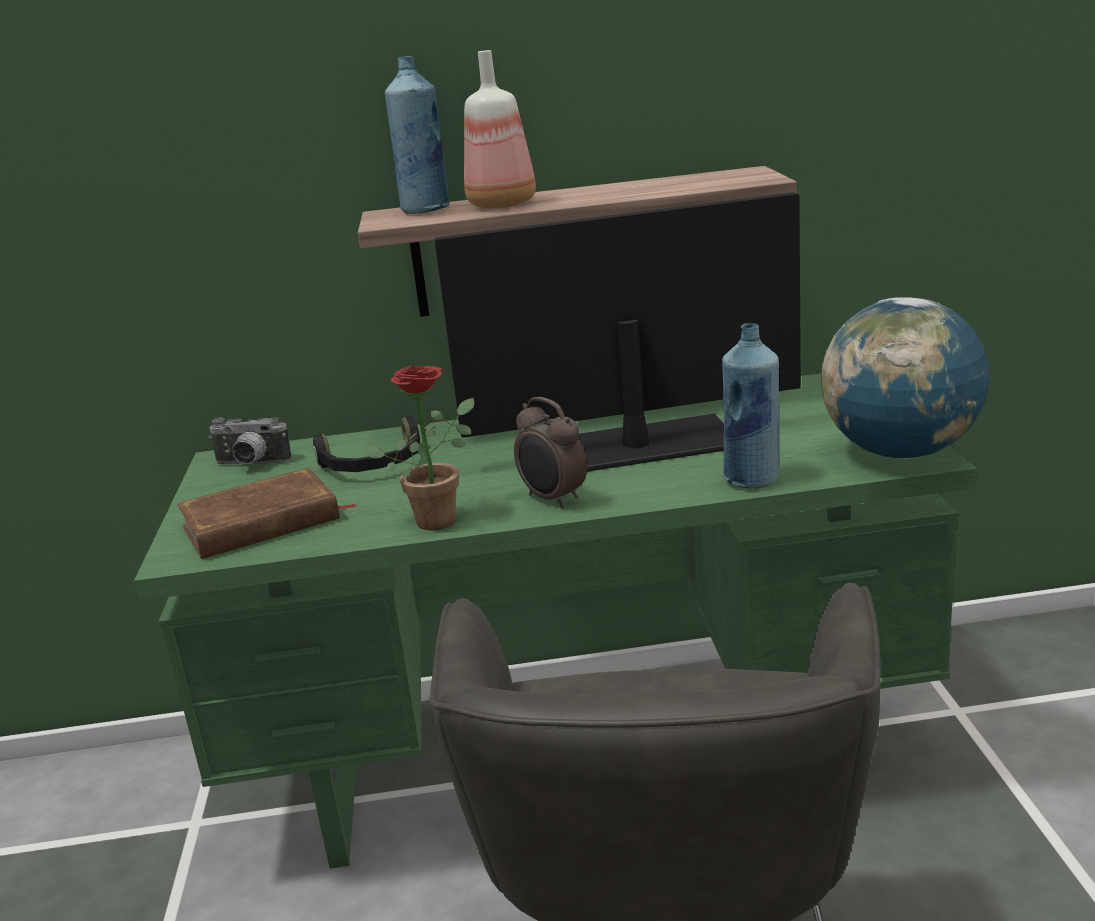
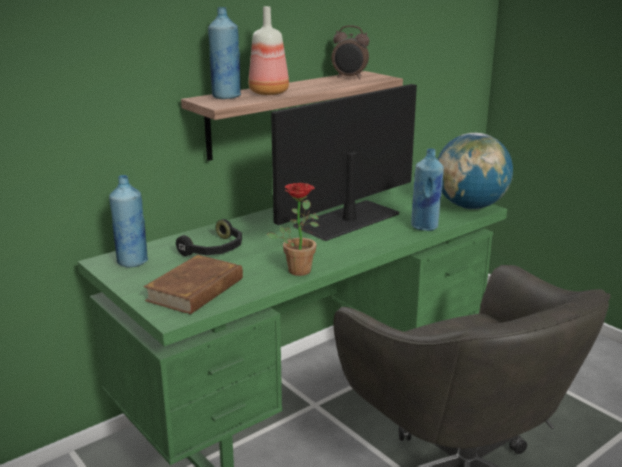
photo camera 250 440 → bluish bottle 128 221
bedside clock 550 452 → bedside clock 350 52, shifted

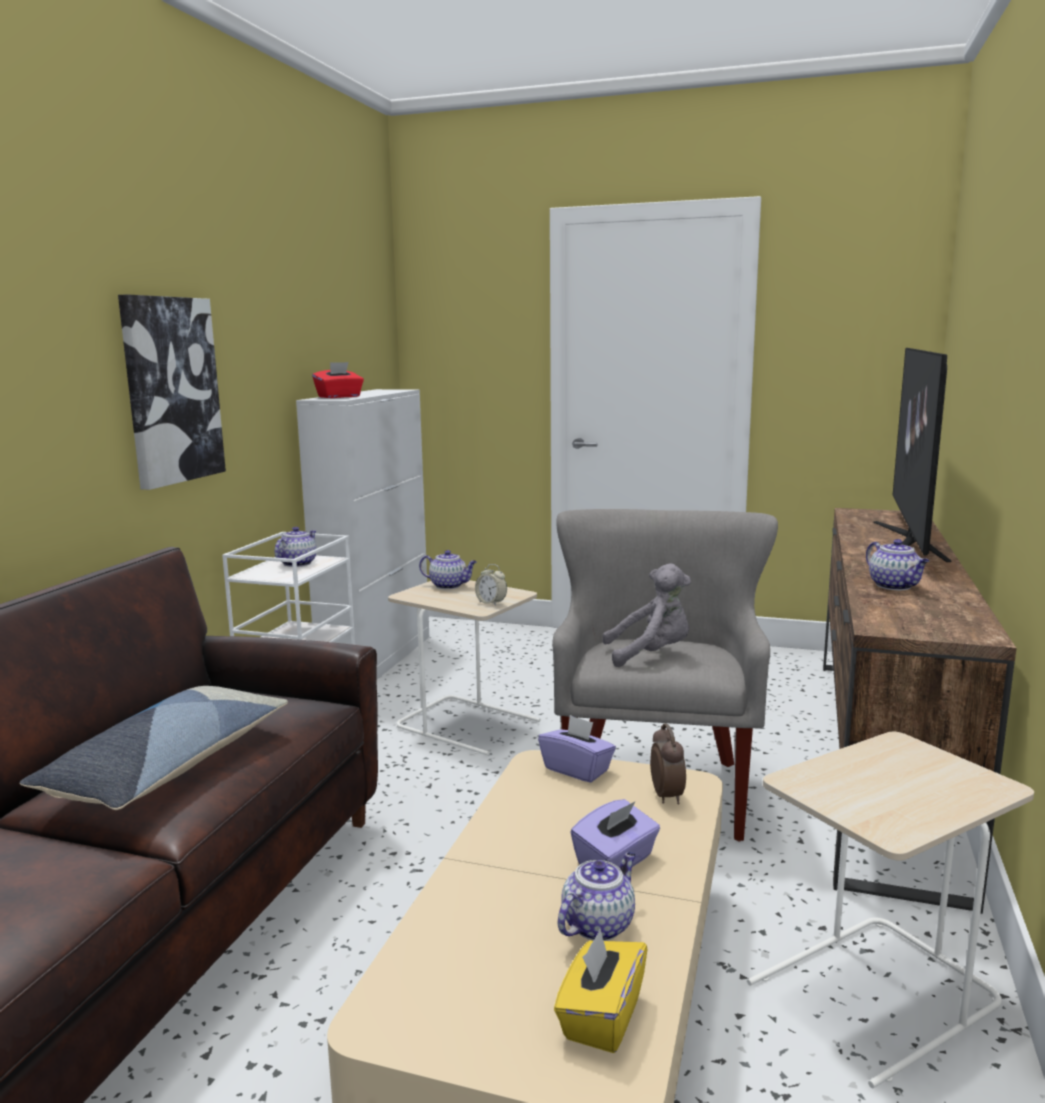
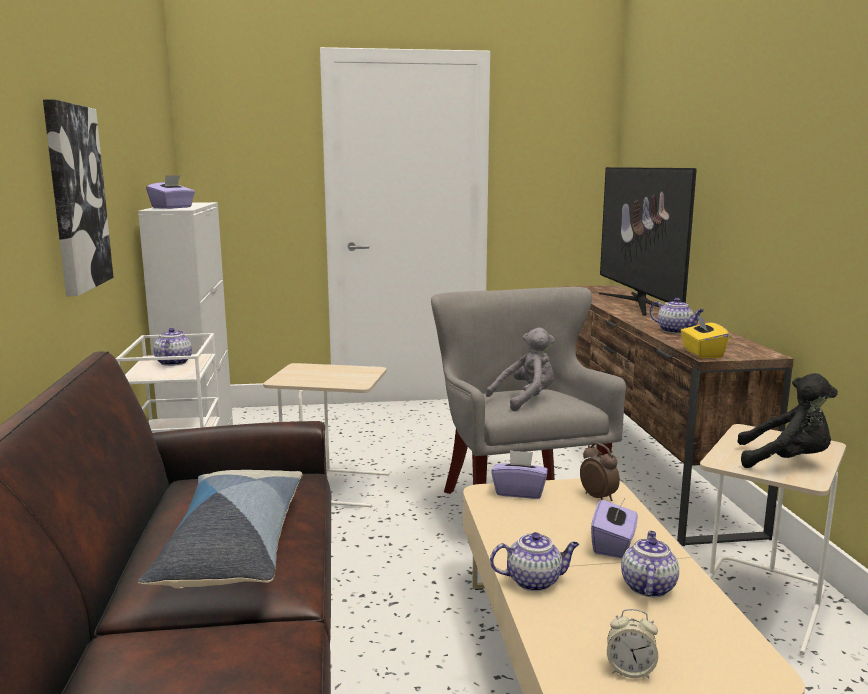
reddish tissue box 338 380 → purple-coloured tissue box 170 192
tea pot 448 569 → tea pot 534 561, shifted
bedside clock 491 585 → bedside clock 632 644, shifted
yellowish tissue box 600 991 → yellowish tissue box 705 336, shifted
- → black soft toy 787 420

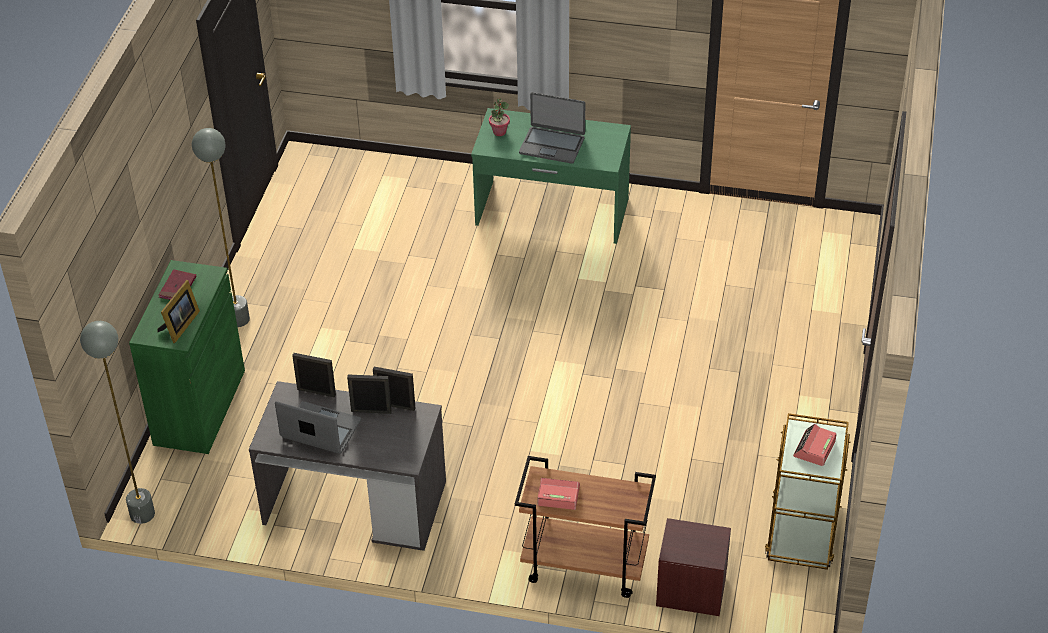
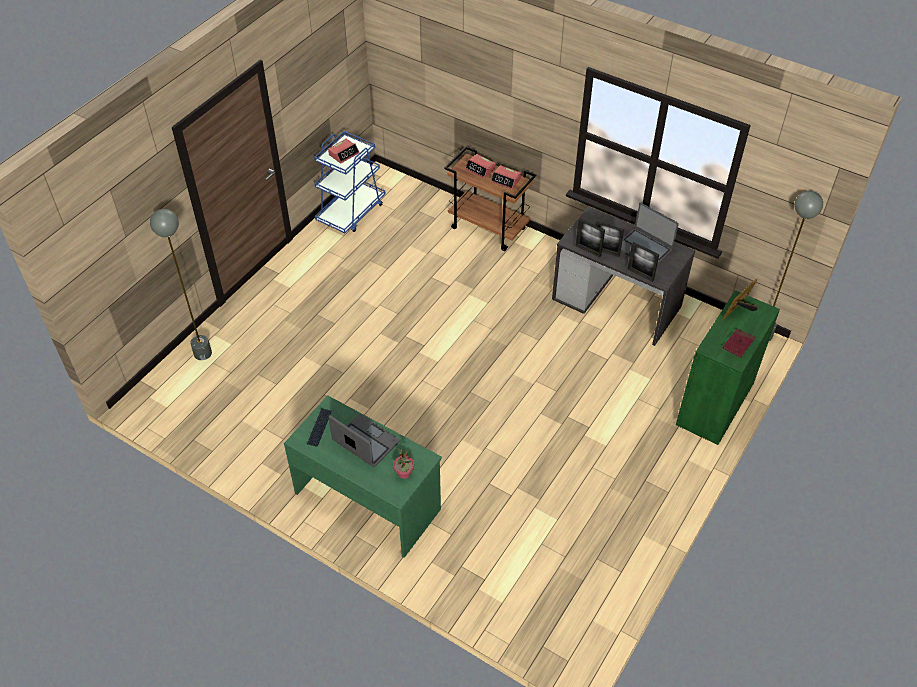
greyish standard lamp 221 227 → greyish standard lamp 181 284, shifted
- → keyboard 319 427
brownish cart 808 491 → bluish cart 349 182
- → bedside clock 480 166
brownish nightstand 693 567 → -

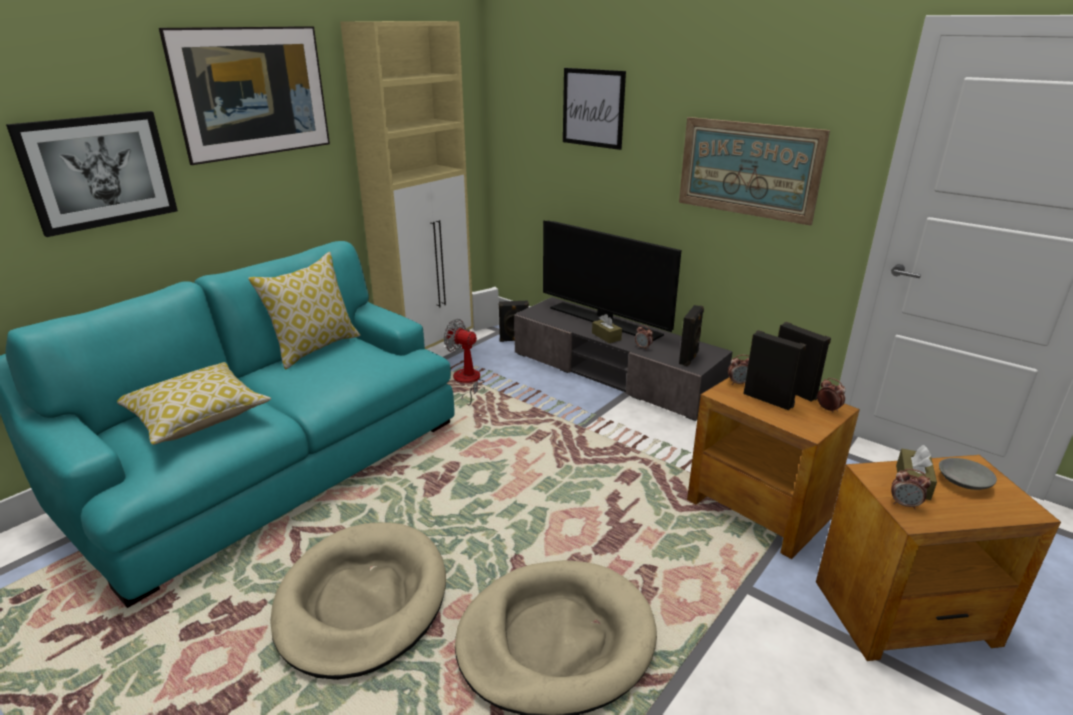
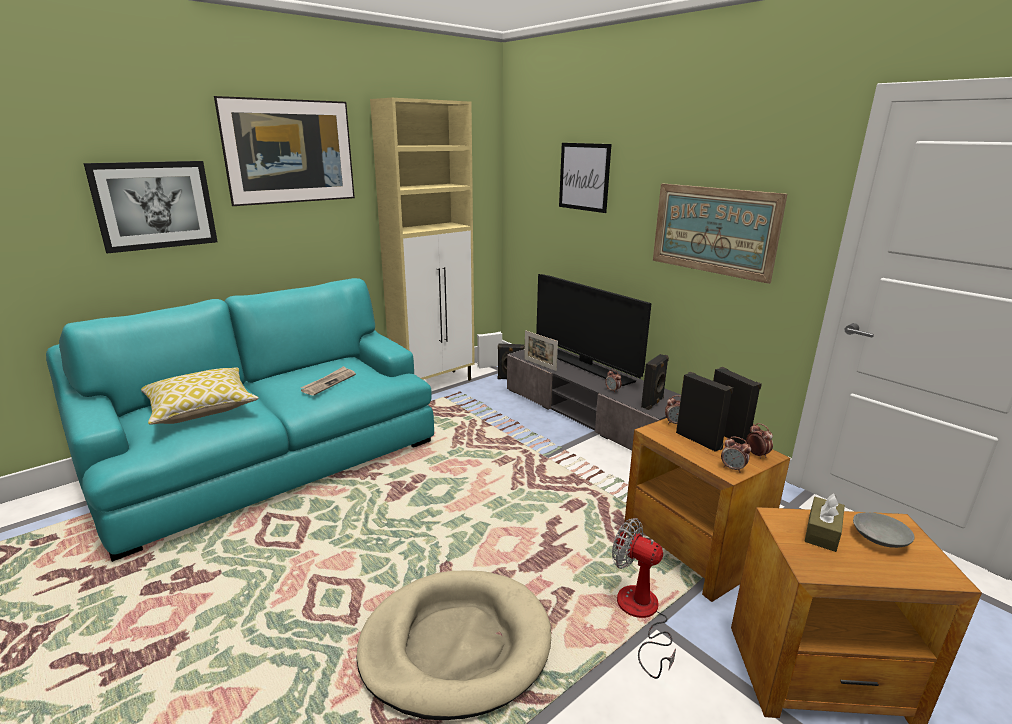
- → newspaper 328 381
- → photo frame 541 350
electric fan 464 362 → electric fan 644 598, shifted
bedside clock 911 489 → bedside clock 736 454, shifted
pillow 304 311 → -
beige dog bed 358 601 → -
brownish tissue box 607 328 → -

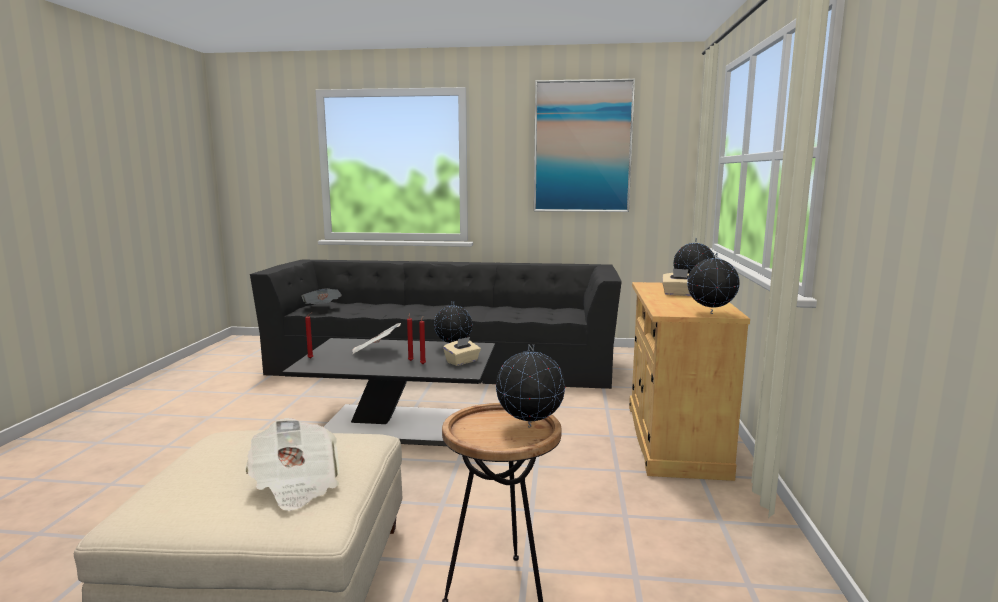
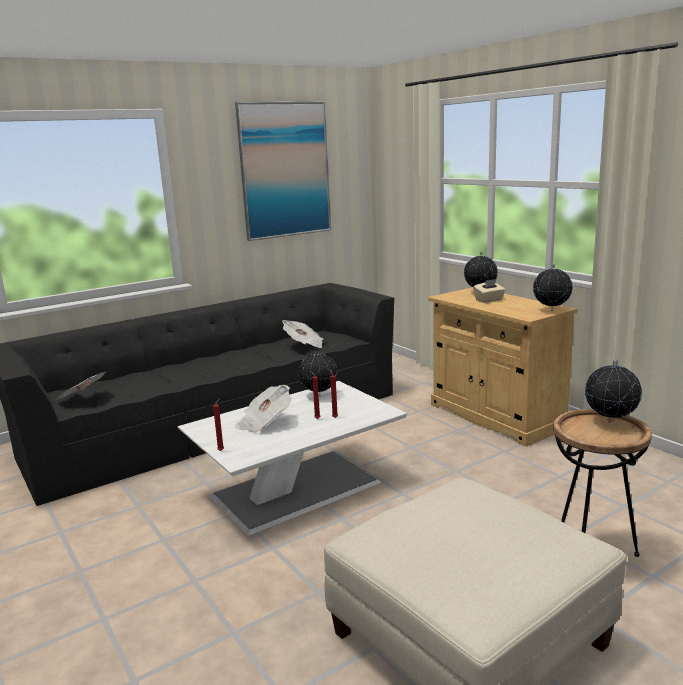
black coffee table 388 392 → whitish coffee table 292 458
newspaper 292 464 → newspaper 302 334, shifted
beige tissue box 462 351 → -

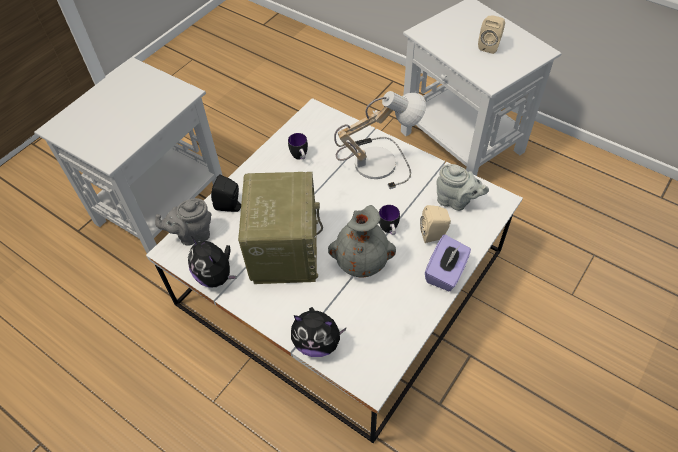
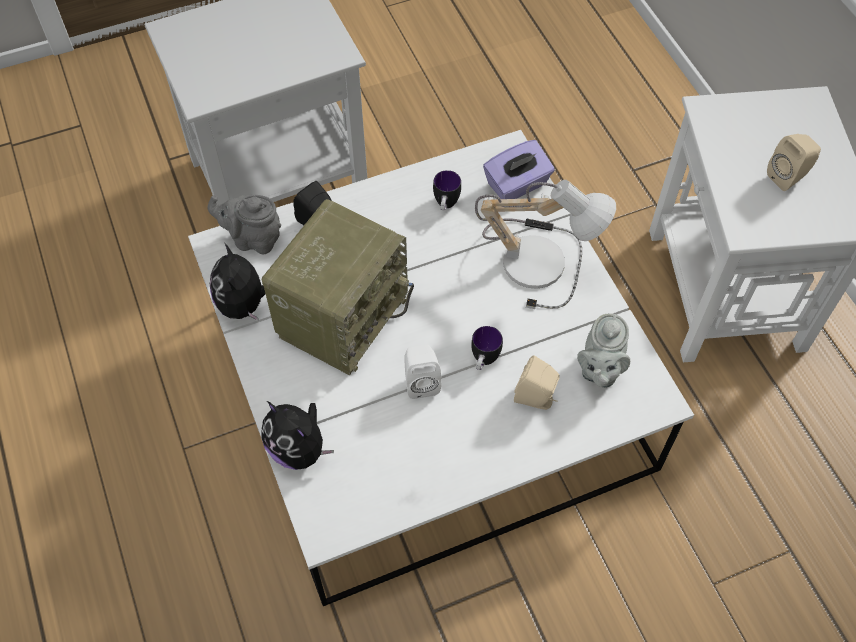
greyish decorative vase 362 241 → whitish audio speaker 422 372
purple-coloured tissue box 448 262 → purple-coloured tissue box 519 169, shifted
greyish tea pot 462 187 → greyish tea pot 603 351, 45 degrees clockwise

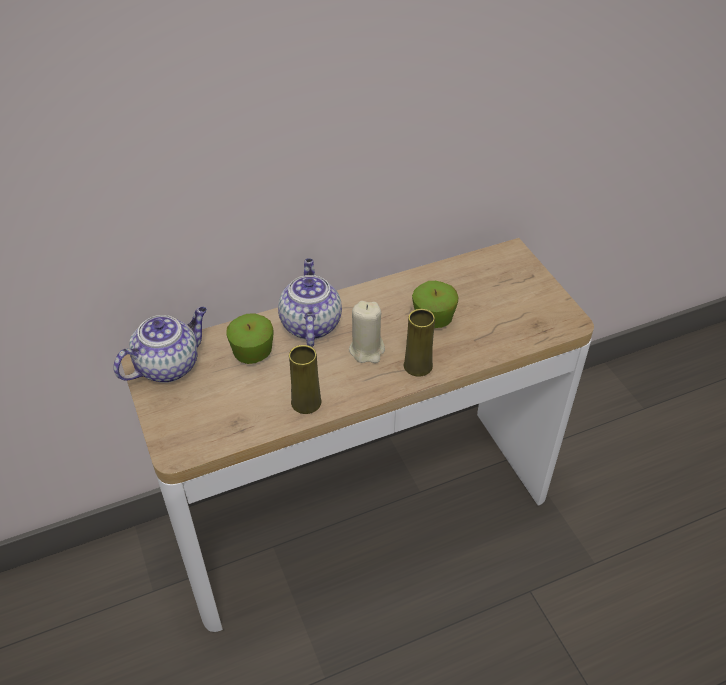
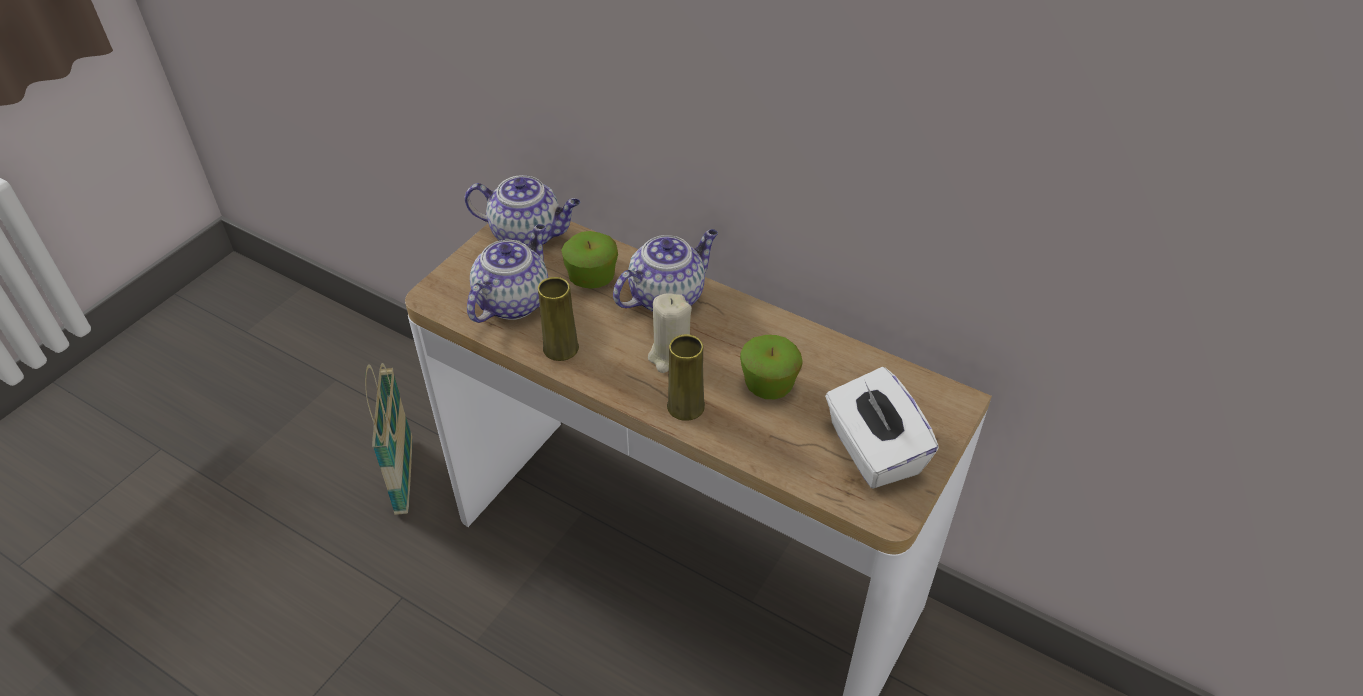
- → household basket 388 439
- → tea pot 507 273
- → whitish tissue box 882 428

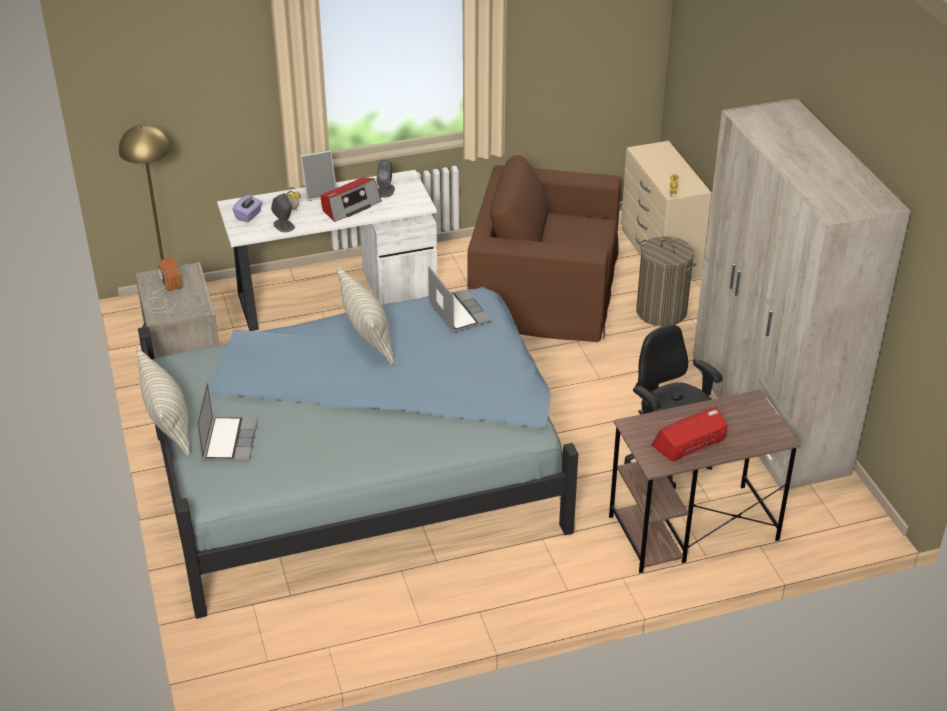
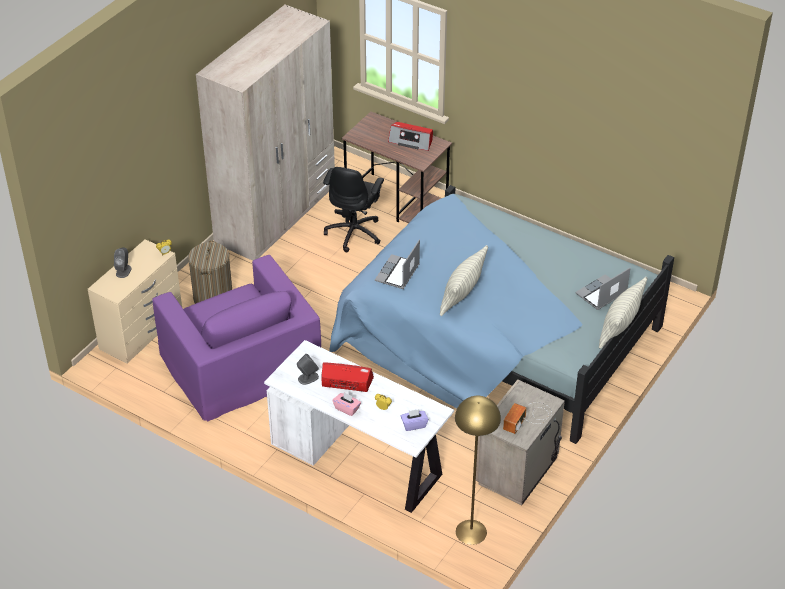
greyish audio speaker 283 212 → greyish audio speaker 123 262, shifted
brownish lounge chair 544 248 → purple-coloured lounge chair 236 338
photo frame 318 175 → pink tissue box 347 404

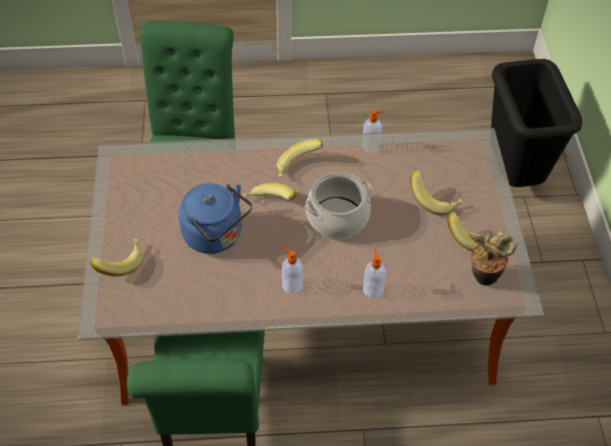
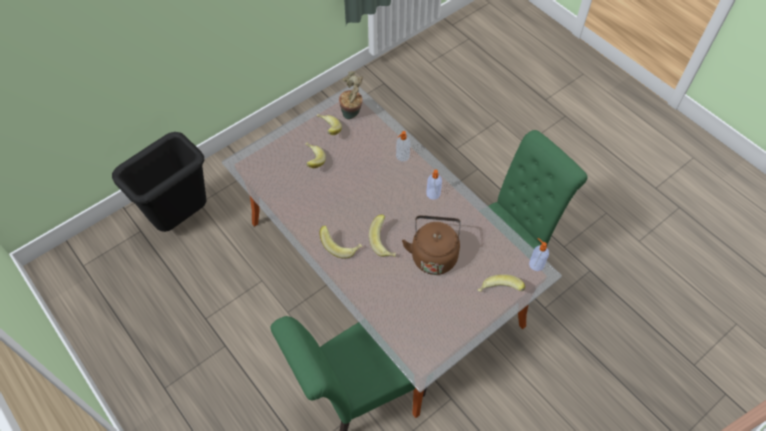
bluish tea kettle 215 218 → brownish tea kettle 431 245
liquid soap bottle 373 131 → liquid soap bottle 539 254, shifted
cooking pot 338 205 → -

